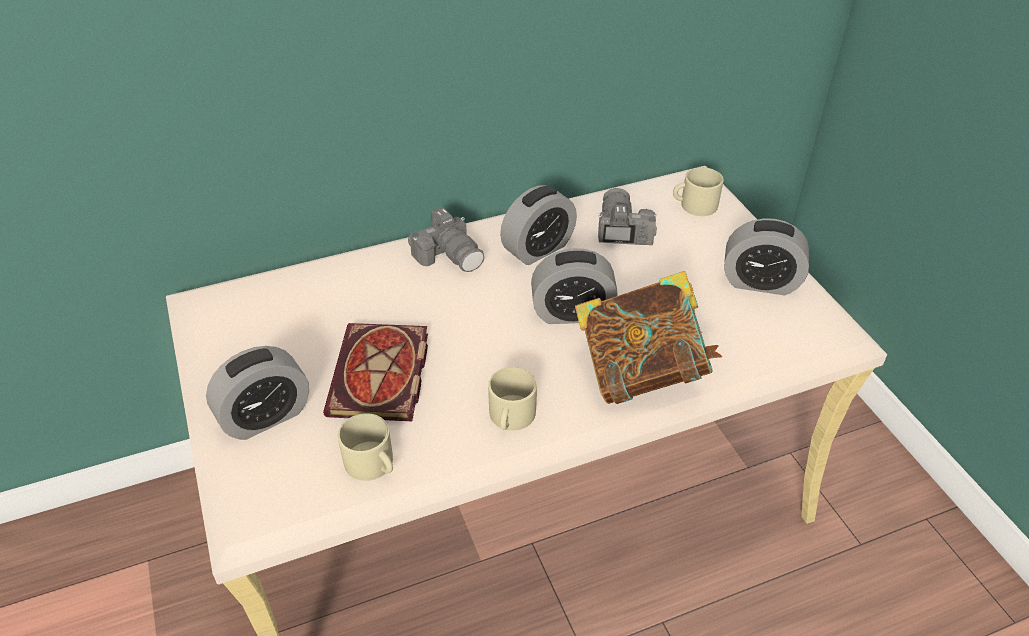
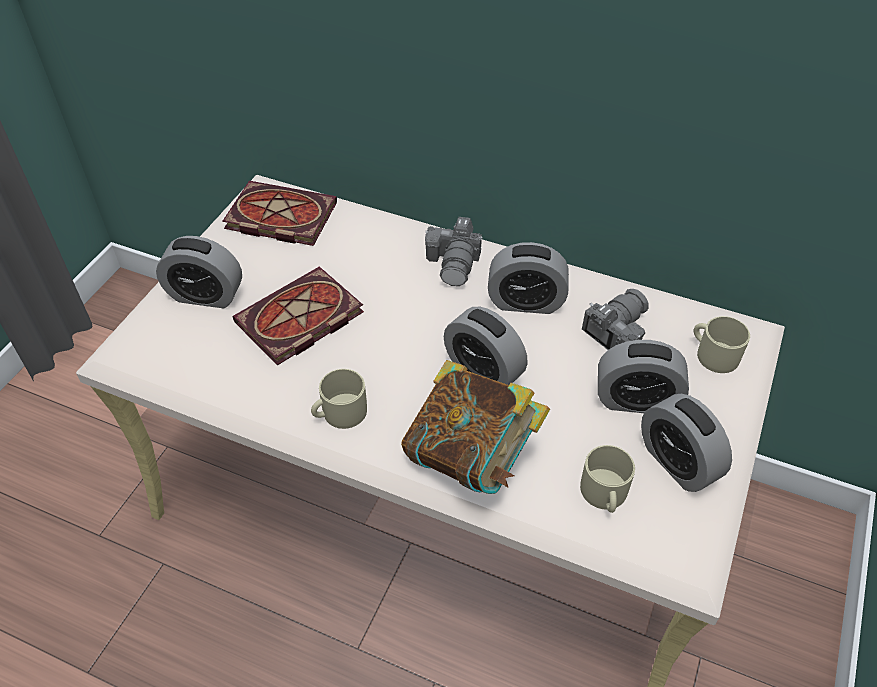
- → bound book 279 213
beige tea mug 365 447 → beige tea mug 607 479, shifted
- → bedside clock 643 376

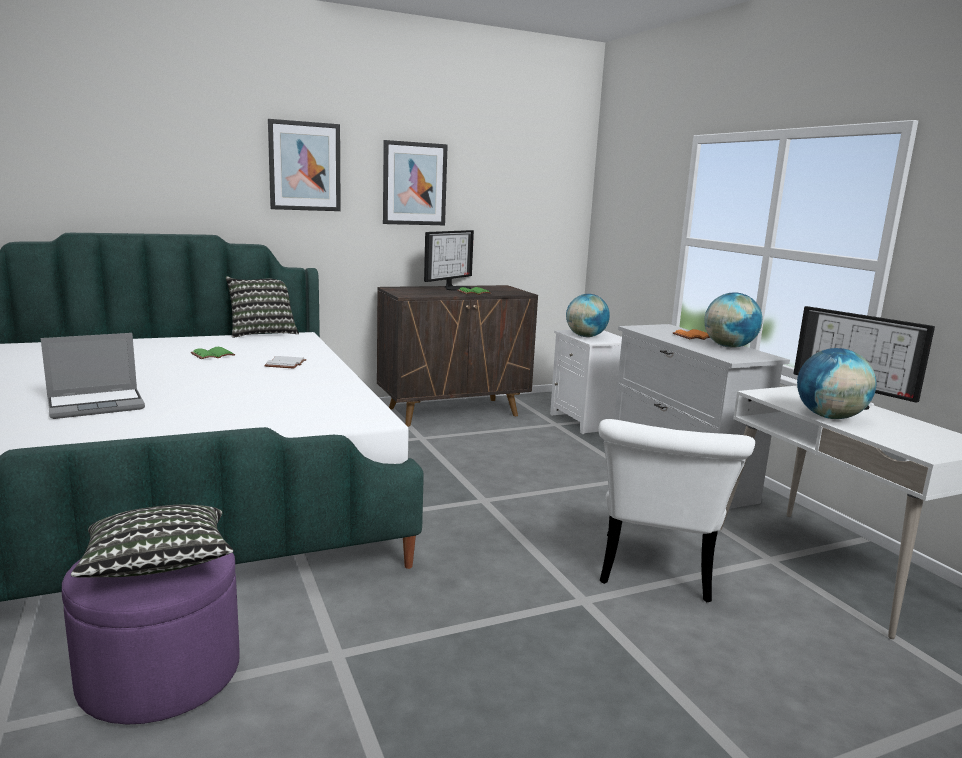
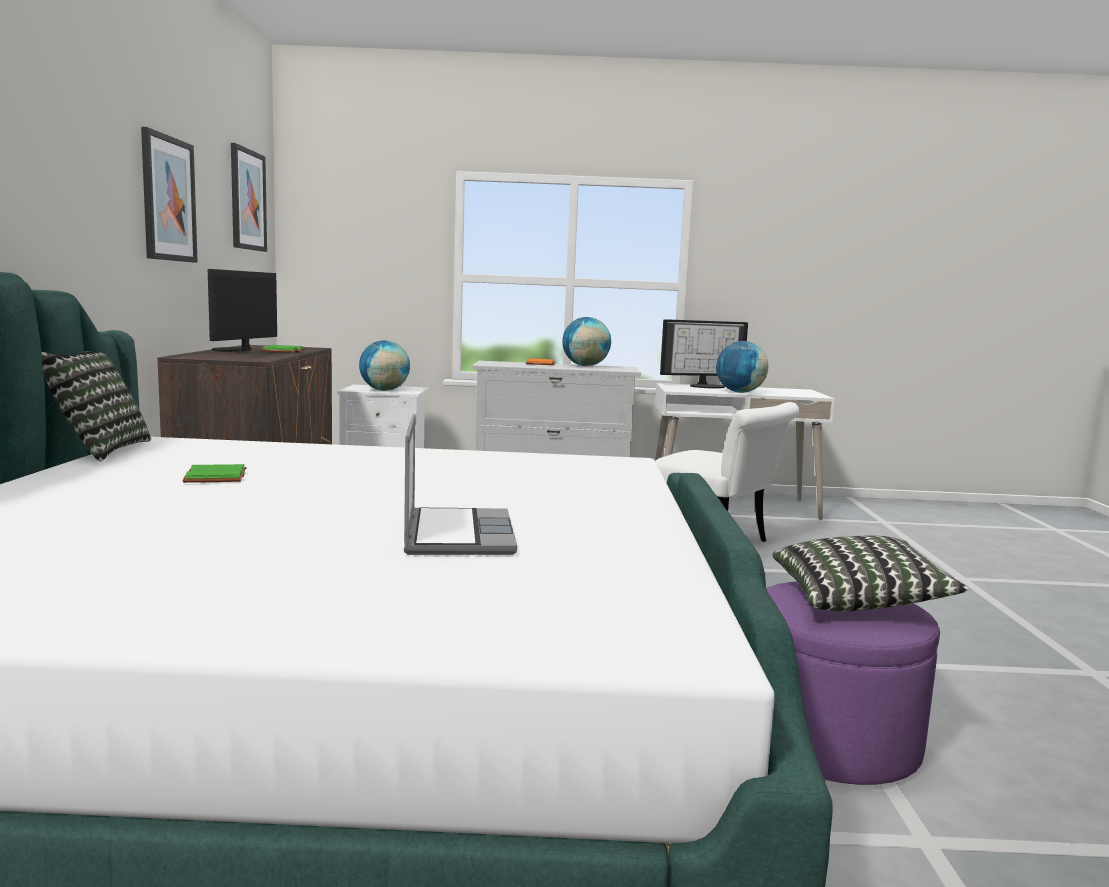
computer screen 449 260 → computer screen 242 310, 135 degrees counterclockwise
wall picture 304 165 → wall picture 249 197, shifted
whitish bound book 285 362 → -

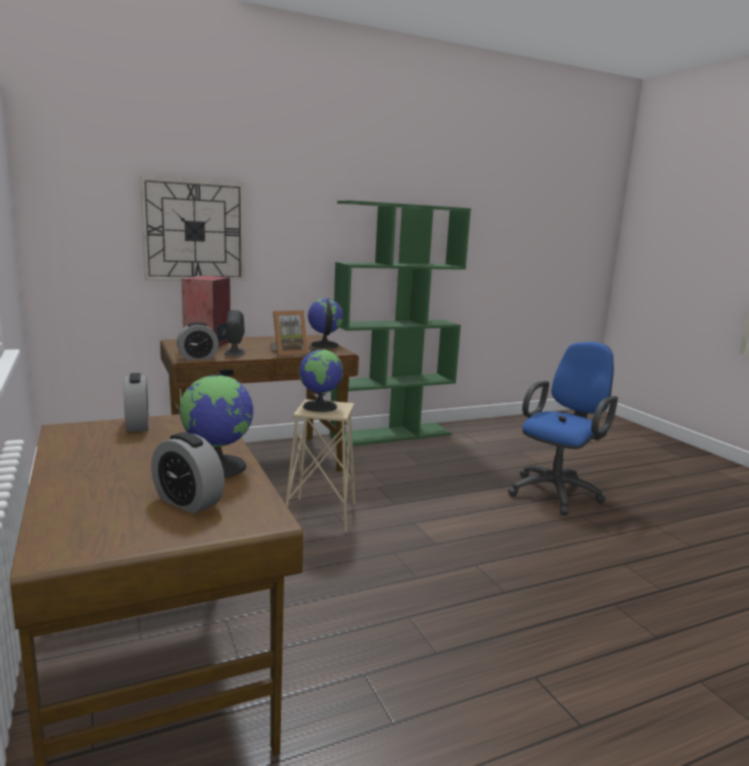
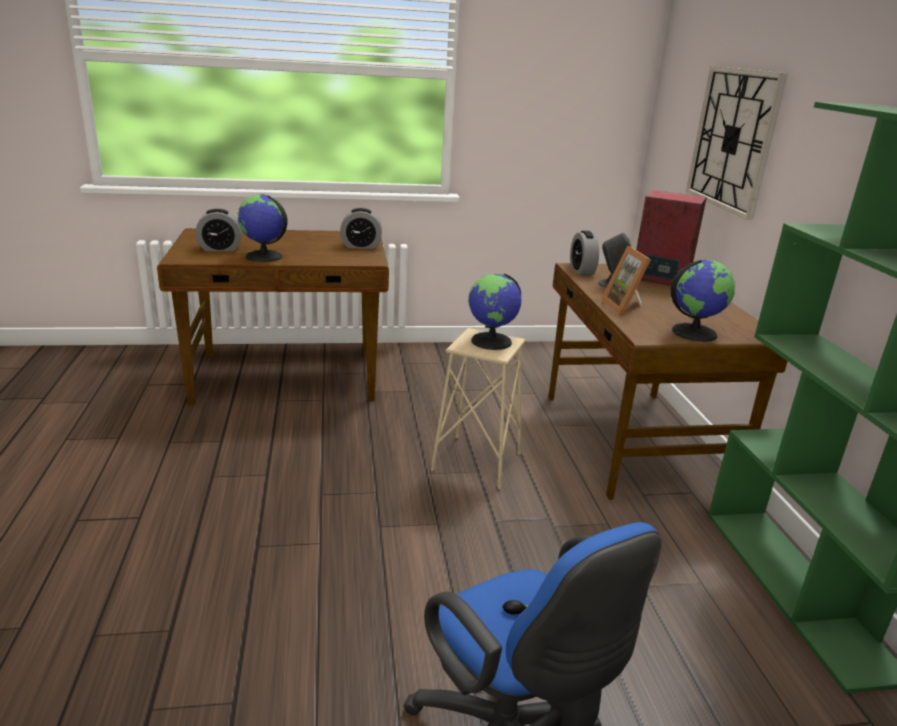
bedside clock 188 473 → bedside clock 218 230, 150 degrees counterclockwise

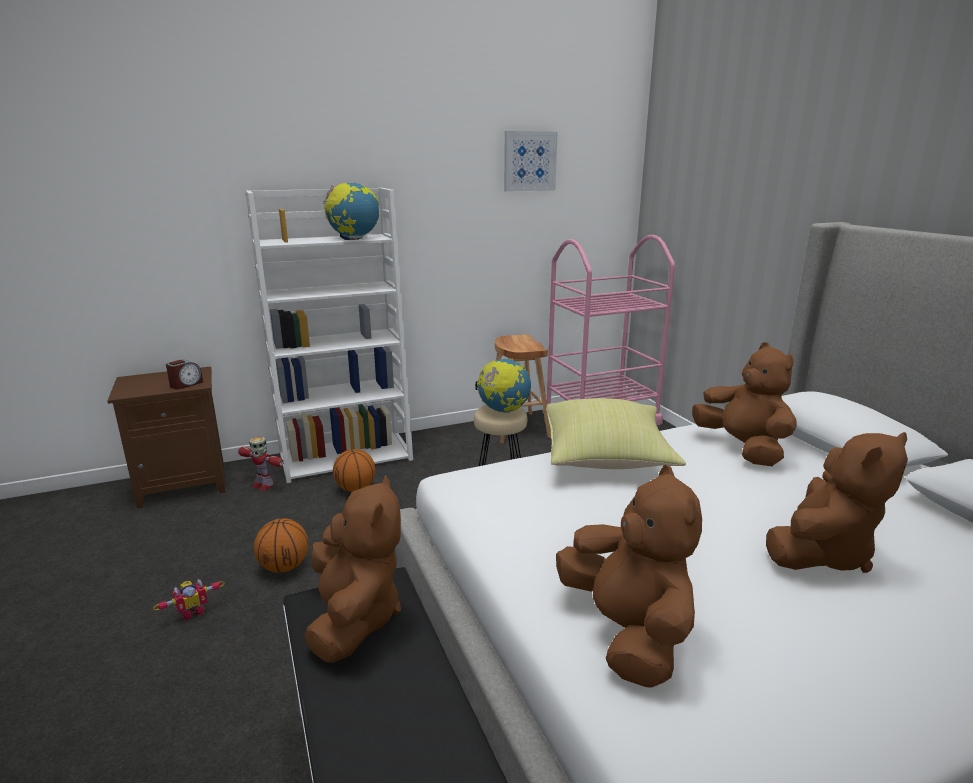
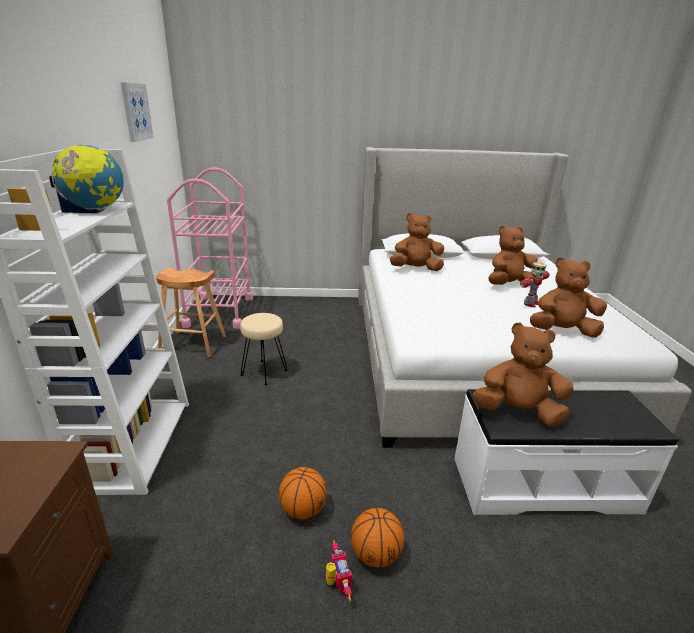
basketball ball 354 470 → basketball ball 377 538, shifted
brownish soft toy 837 502 → brownish soft toy 513 255, 90 degrees counterclockwise
model robot 261 464 → model robot 534 284, shifted
bedside clock 184 375 → -
world globe 503 385 → -
yellowish pillow 616 433 → -

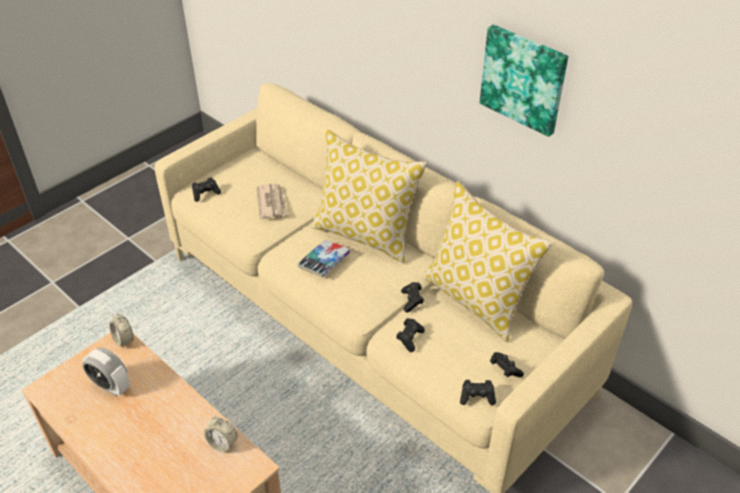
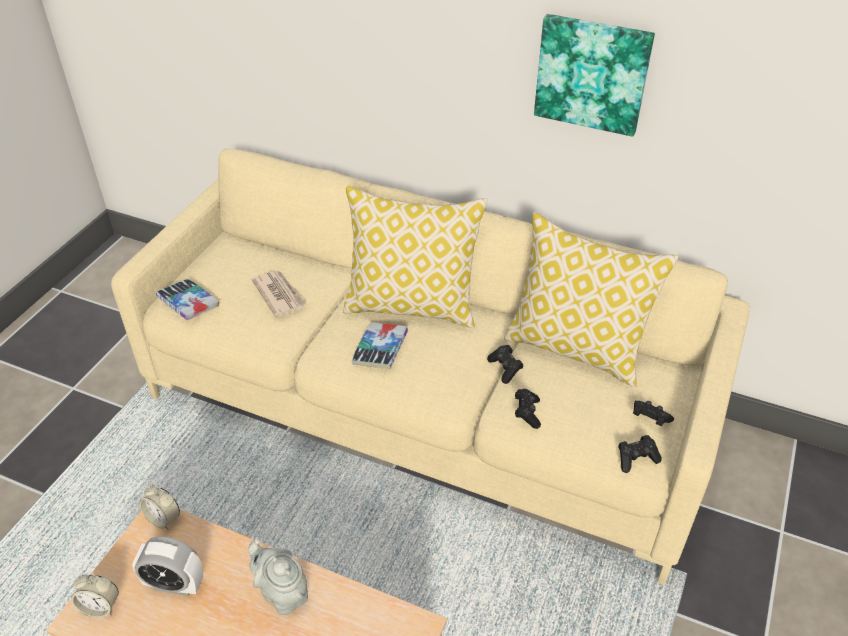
bedside clock 220 434 → bedside clock 95 596, shifted
black game controller 206 190 → bound book 187 299
- → greyish tea pot 278 576

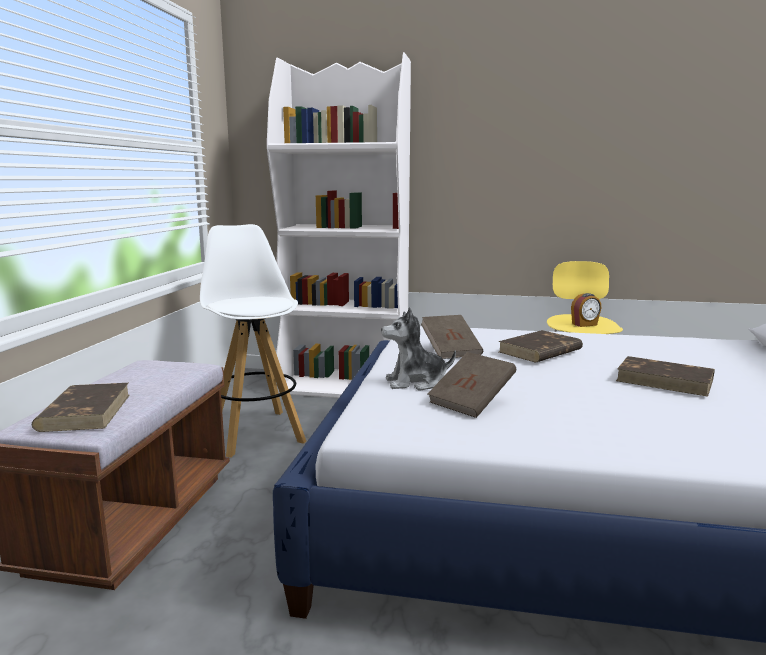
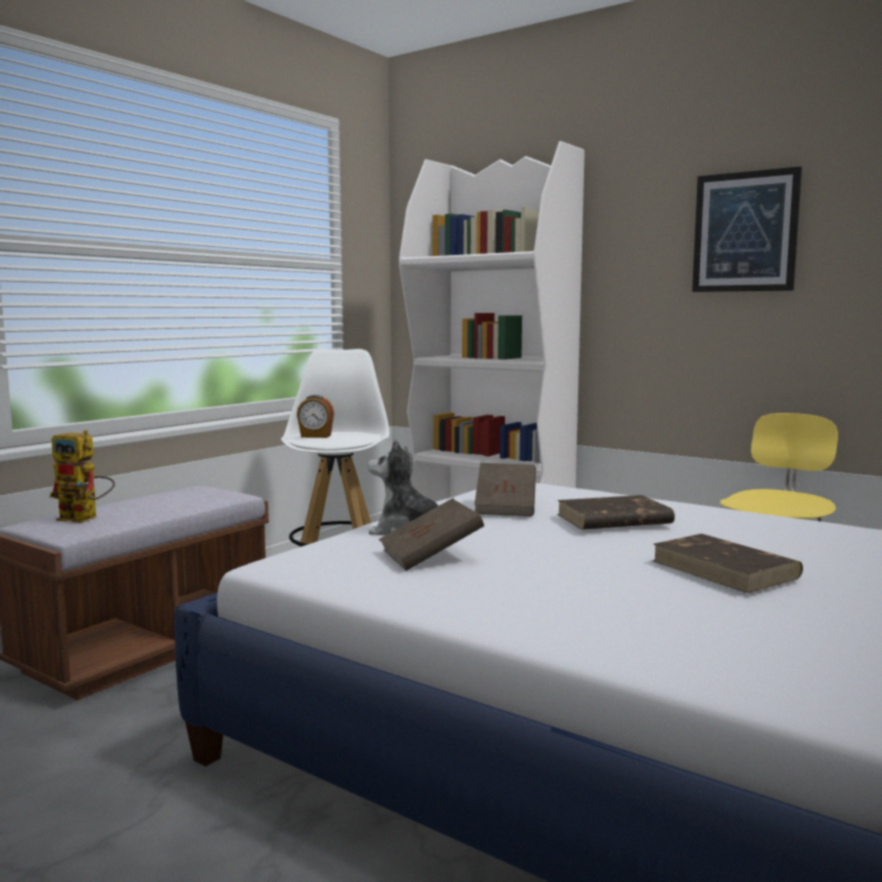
brownish bound book 81 407 → model robot 82 476
bedside clock 586 310 → bedside clock 315 416, shifted
- → wall picture 747 229

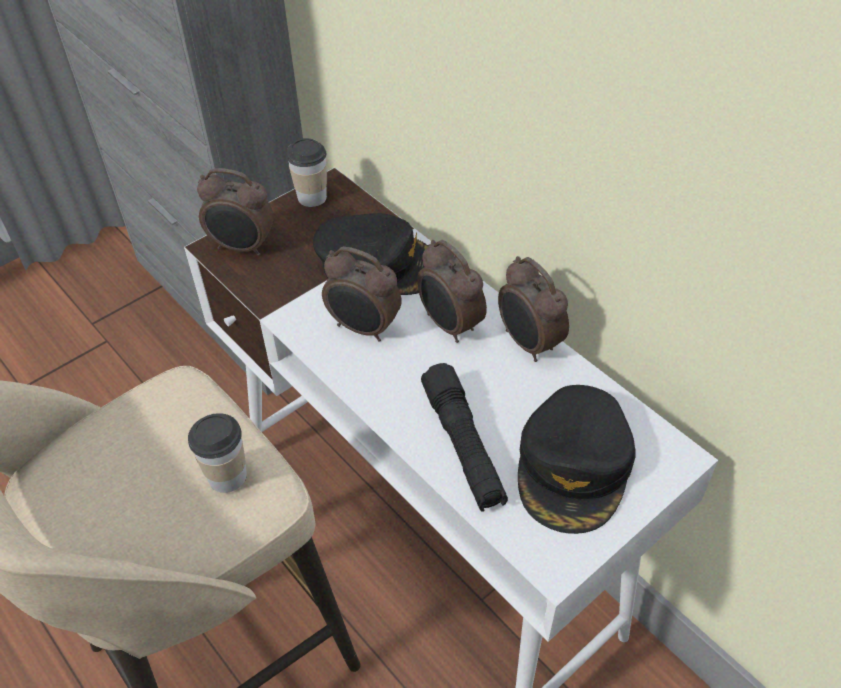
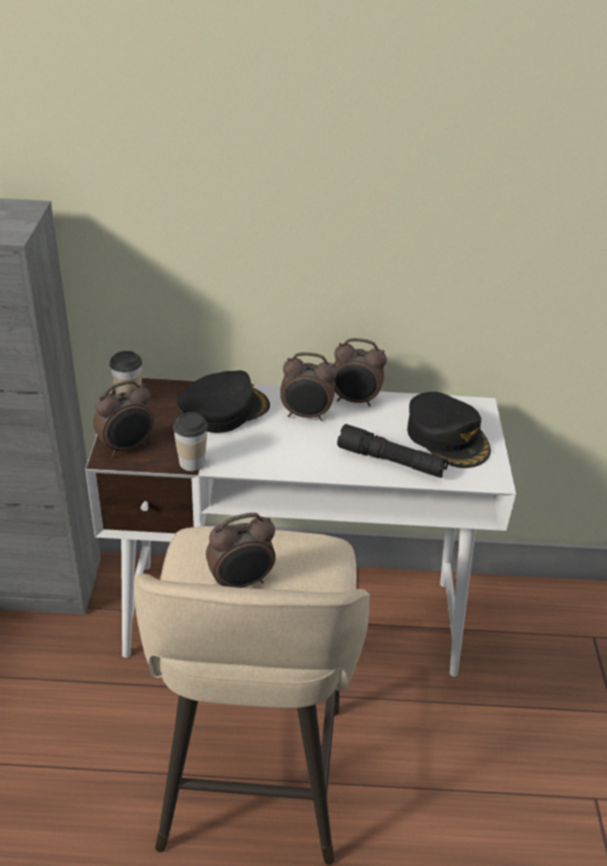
drinking cup 217 453 → drinking cup 190 441, shifted
bedside clock 362 294 → bedside clock 241 550, shifted

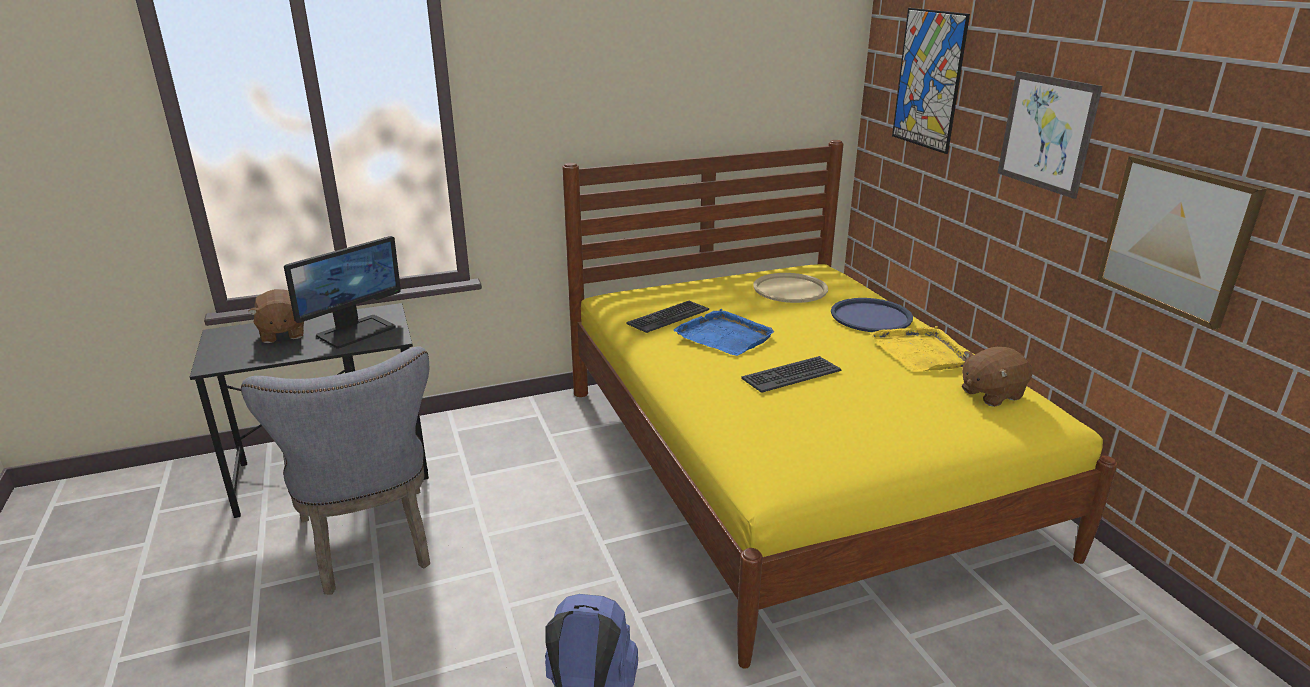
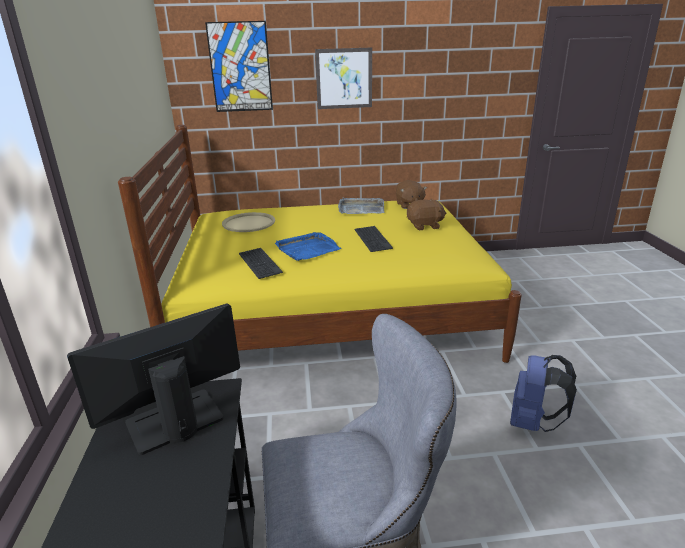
computer screen 342 292 → computer screen 153 379, 90 degrees counterclockwise
yellowish serving tray 918 349 → greyish serving tray 361 206
brownish soft toy 276 316 → brownish soft toy 426 214, shifted
bluish serving tray 872 315 → -
wall picture 1182 242 → -

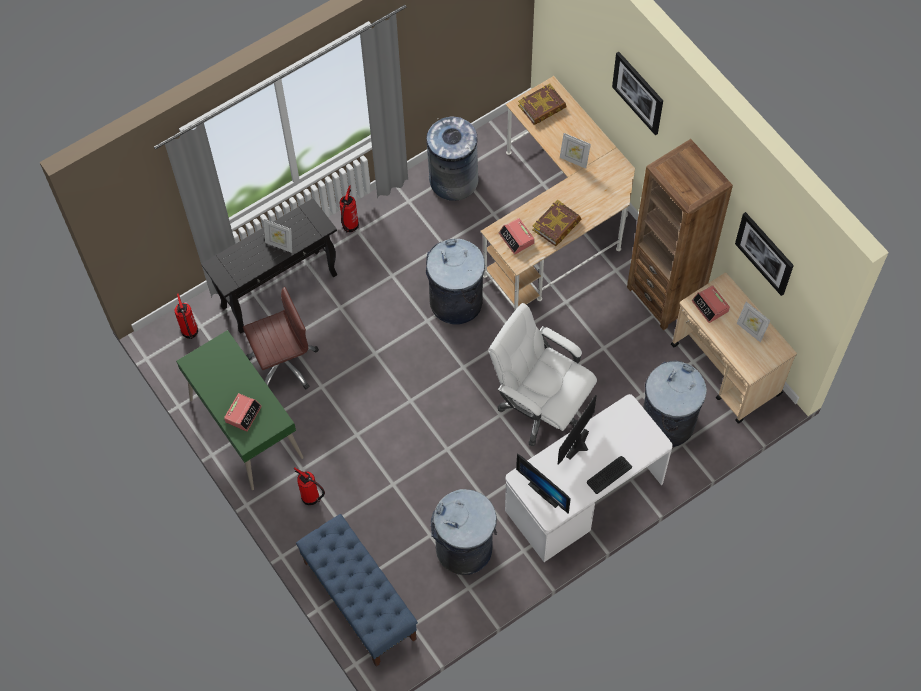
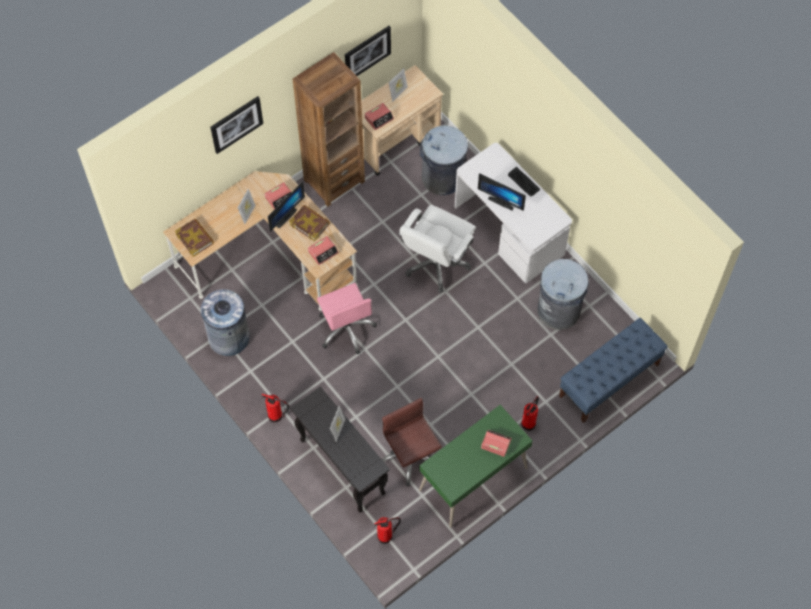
- → bedside clock 278 195
computer screen 543 484 → computer screen 286 206, shifted
greyish waste bin 455 282 → pink desk chair 347 318

